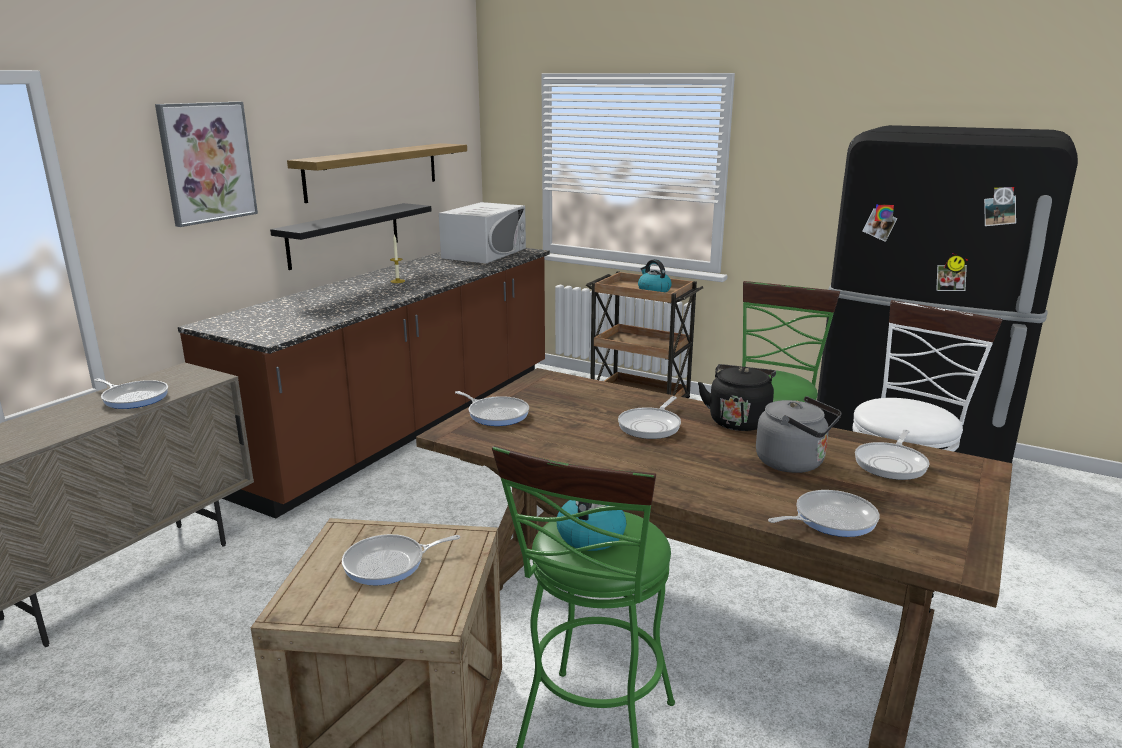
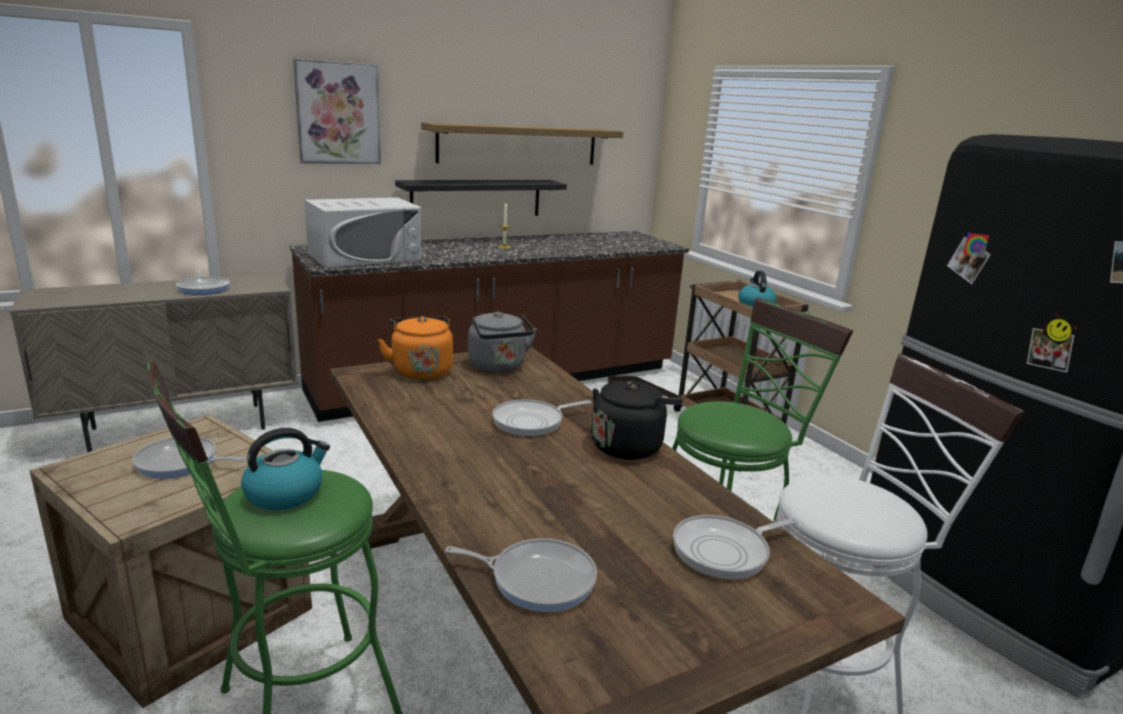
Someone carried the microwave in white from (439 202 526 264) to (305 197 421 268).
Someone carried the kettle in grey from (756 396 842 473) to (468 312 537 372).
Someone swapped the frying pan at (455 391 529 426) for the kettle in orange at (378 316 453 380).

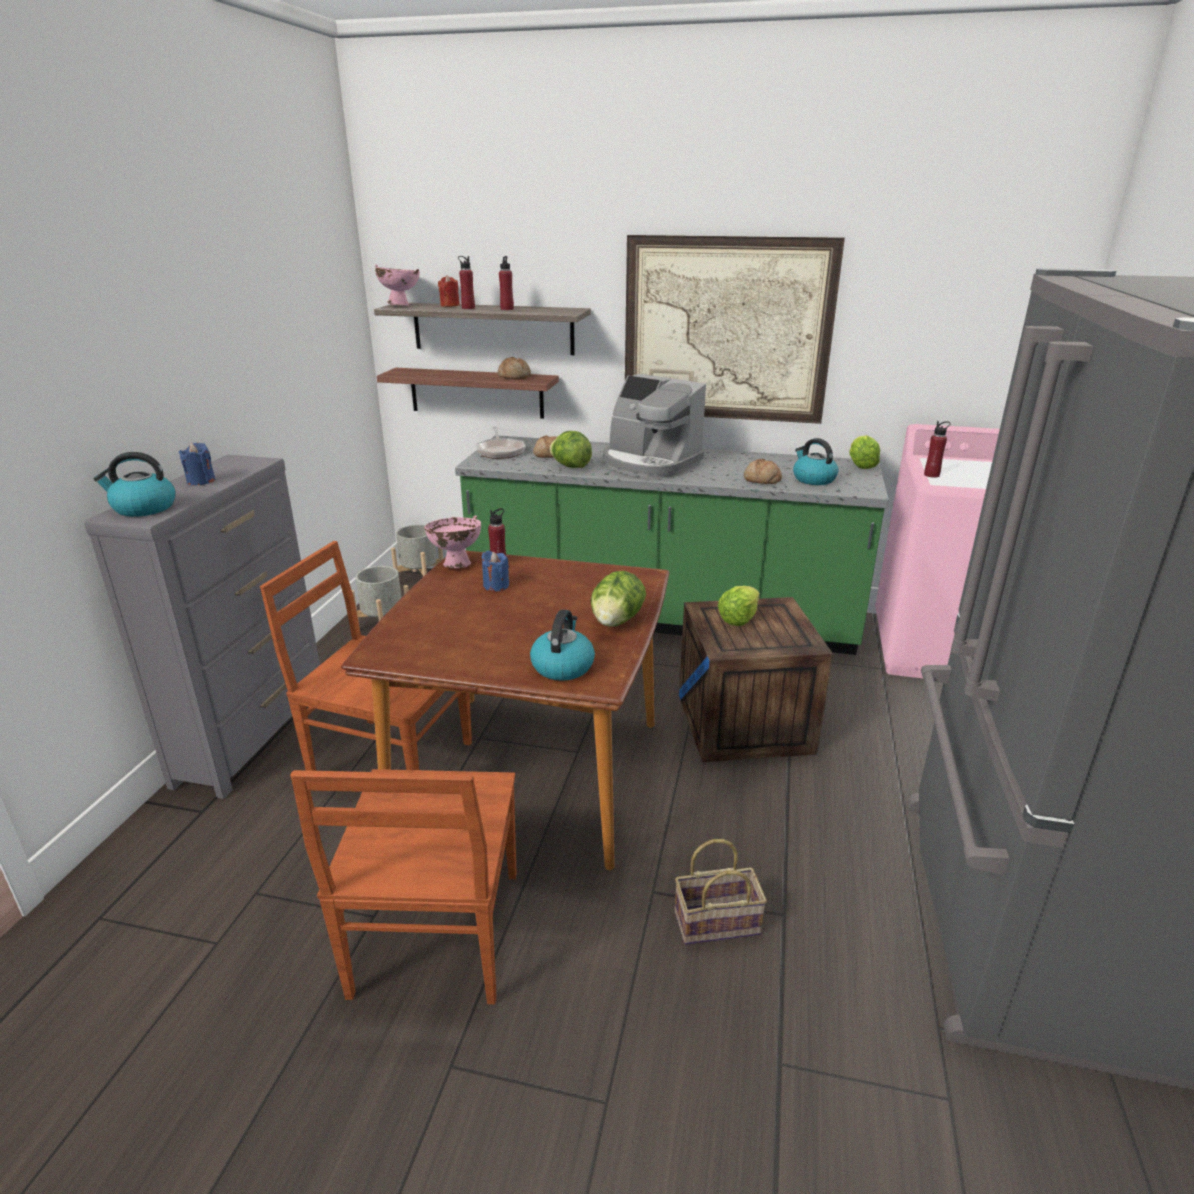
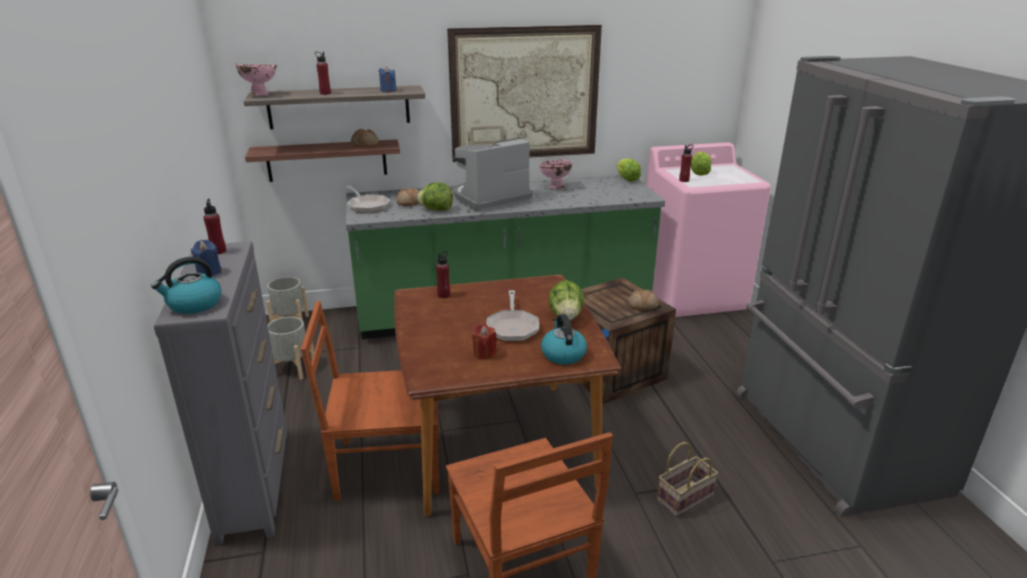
Someone took away the kettle at (793 438 838 485).
Someone put down the frying pan at (486 290 539 341).
Someone carried the bowl in pink from (425 515 481 568) to (539 158 572 189).
Someone carried the candle in red from (438 275 460 307) to (472 323 497 360).
Someone carried the candle in blue from (481 551 509 592) to (379 67 396 92).
Someone carried the bottle in red from (499 256 514 310) to (203 199 226 254).
Someone carried the lettuce from (718 586 760 626) to (691 152 711 176).
Someone carried the bread from (744 459 782 484) to (629 288 658 310).
Someone rotated the coffee machine at (603 374 706 478) by 135 degrees clockwise.

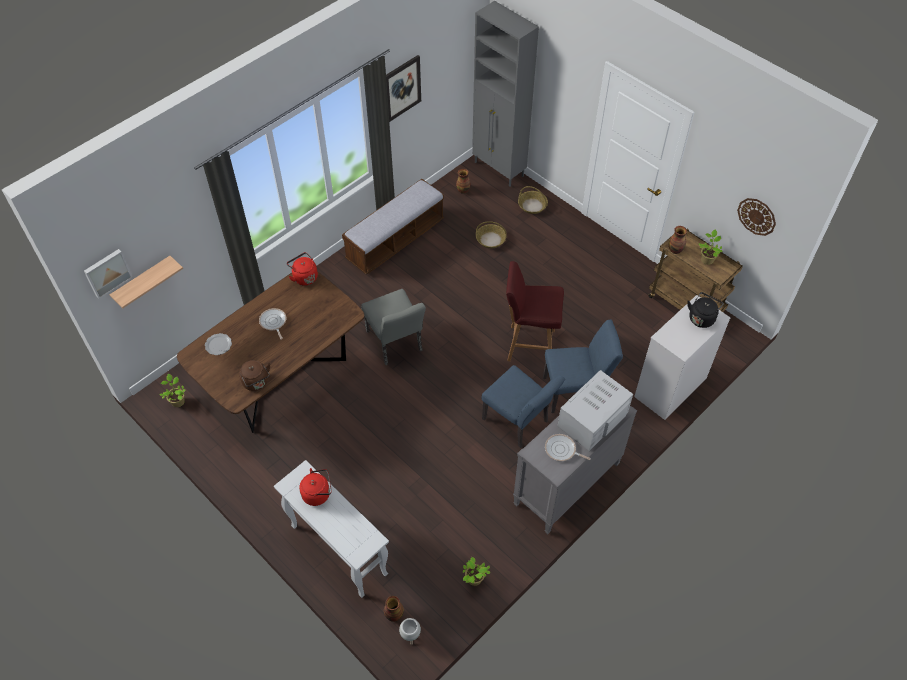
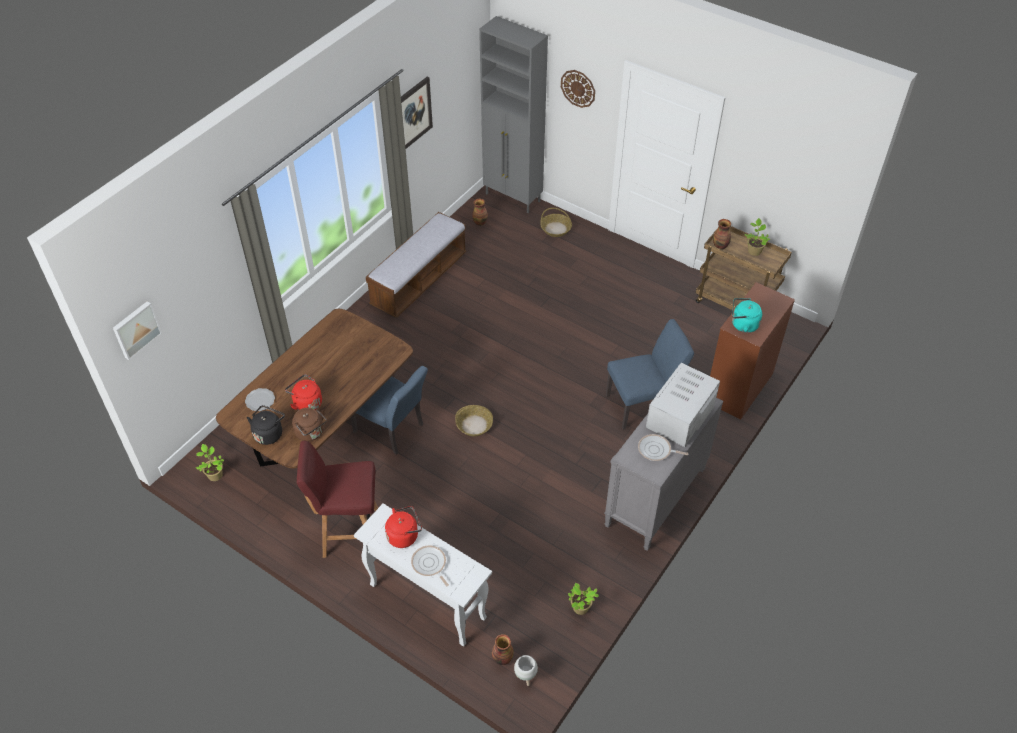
Someone took away the shelf at (110 256 183 308).
Someone took away the chair in grey at (361 289 426 365).
Someone put down the kettle in turquoise at (732 298 762 333).
Someone carried the frying pan from (259 308 286 340) to (411 545 449 587).
Someone carried the kettle in red from (287 252 318 286) to (285 374 322 410).
Someone carried the basket from (476 221 507 249) to (455 405 493 436).
Someone carried the chair in blue from (481 365 565 448) to (351 366 428 455).
Someone carried the stool in red from (506 261 564 361) to (297 441 378 558).
Someone carried the kettle in black from (687 292 724 328) to (247 405 285 445).
Someone carried the wall clock from (737 198 776 236) to (561 70 595 108).
Someone repainted the dresser in white at (634 295 730 420), which became the dresser in brown at (710 282 795 420).

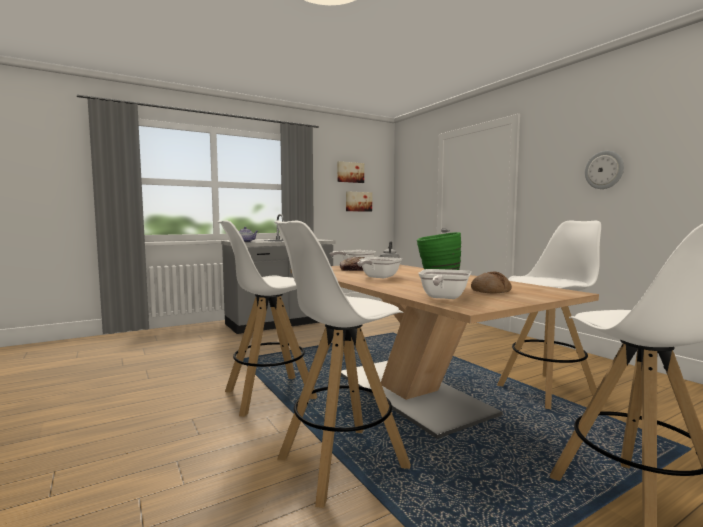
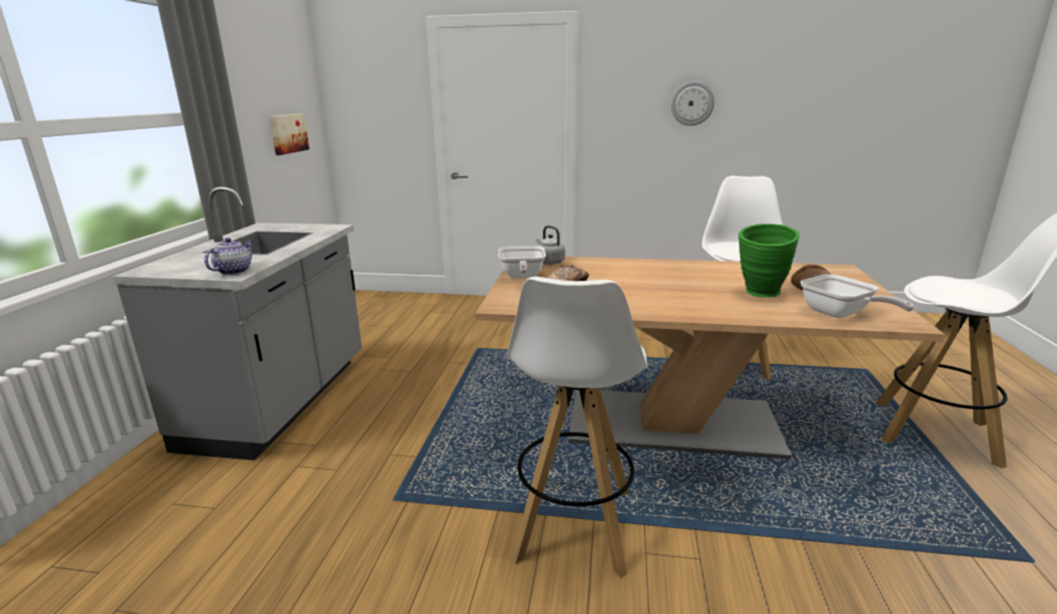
Someone took away the stool in white at (274 221 411 508).
Someone took away the picture at (337 161 364 183).
Someone took away the frying pan at (357 257 402 278).

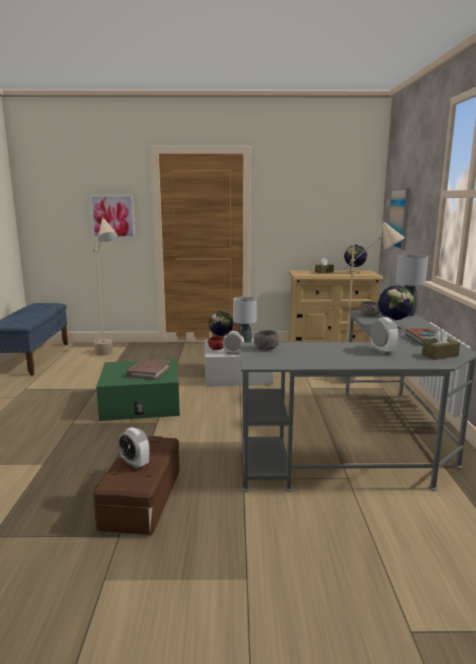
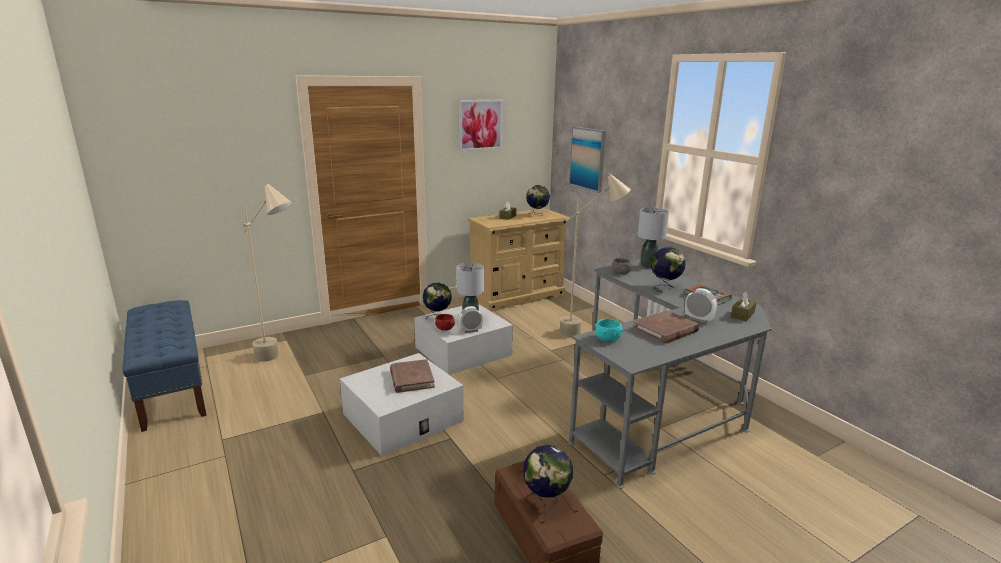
Someone put down the book in brown at (633 310 700 343).
Someone carried the picture from (89 195 135 238) to (458 100 503 151).
Someone swapped the alarm clock at (118 427 149 469) for the globe at (523 445 573 509).
Someone repainted the storage box in green at (96 359 180 421), which became the storage box in white at (340 353 464 456).
Someone repainted the bowl in grey at (253 330 279 350), which became the bowl in turquoise at (595 319 623 342).

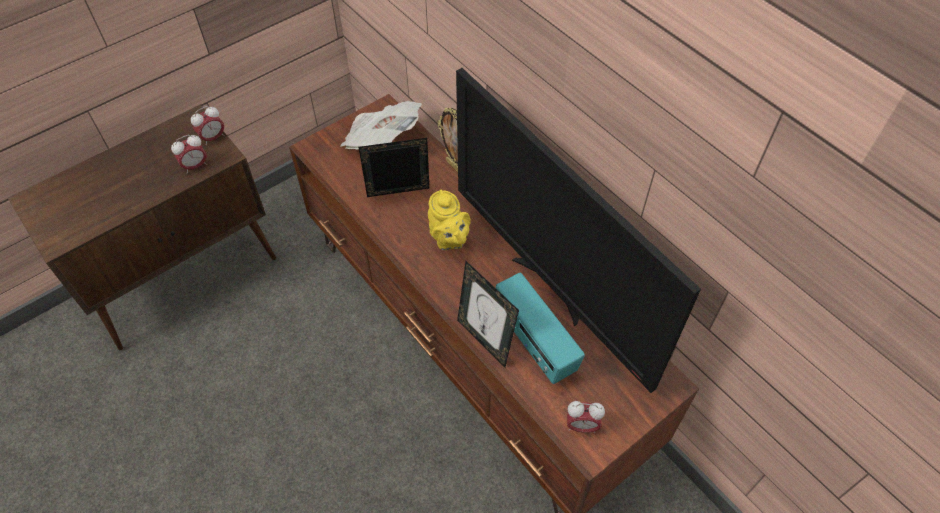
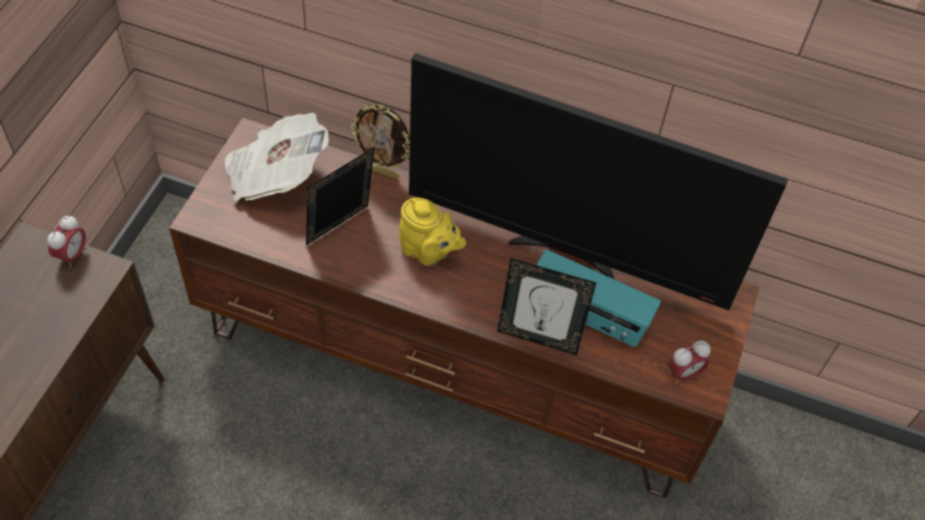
Someone took away the alarm clock at (171 135 207 173).

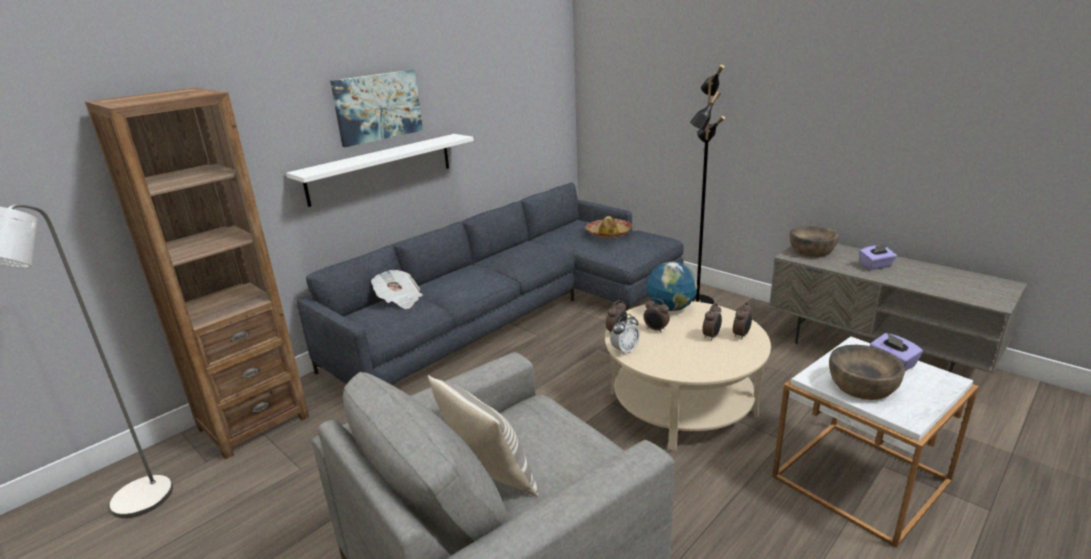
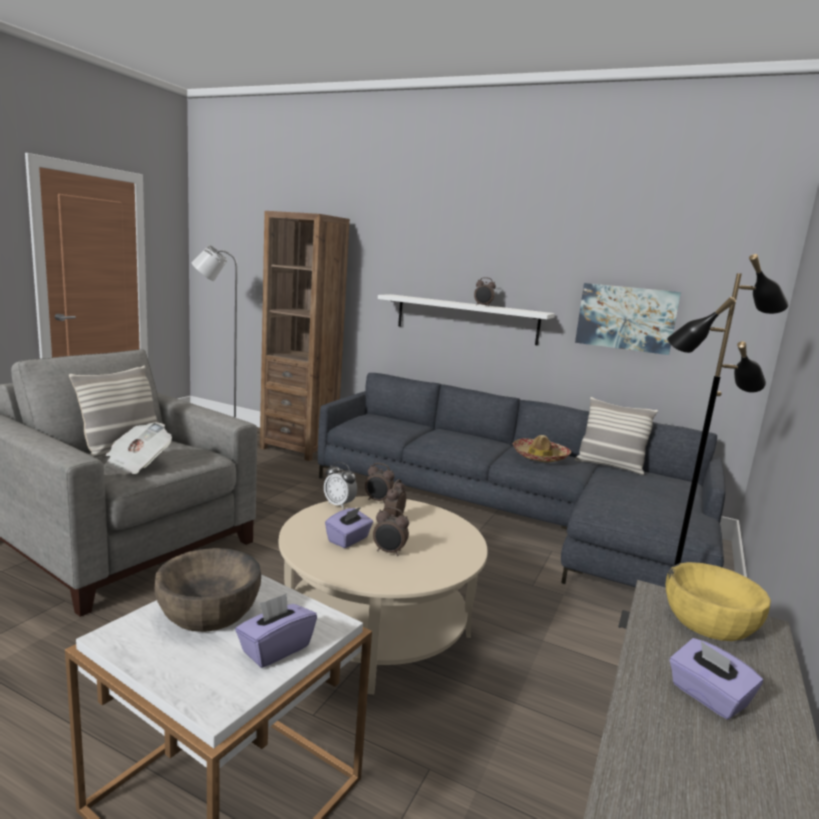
Someone took away the globe at (647 262 697 311).
Someone put down the tissue box in purple at (325 507 373 548).
Someone put down the pillow at (575 397 658 475).
Someone carried the picture from (330 70 423 147) to (575 283 681 355).
Someone carried the newspaper from (371 270 423 309) to (104 422 172 475).
Someone carried the hat from (585 216 632 238) to (513 435 571 463).
Someone carried the alarm clock from (733 302 752 340) to (474 277 496 307).
Someone repainted the bowl in brown at (790 226 839 257), which became the bowl in yellow at (665 562 771 641).

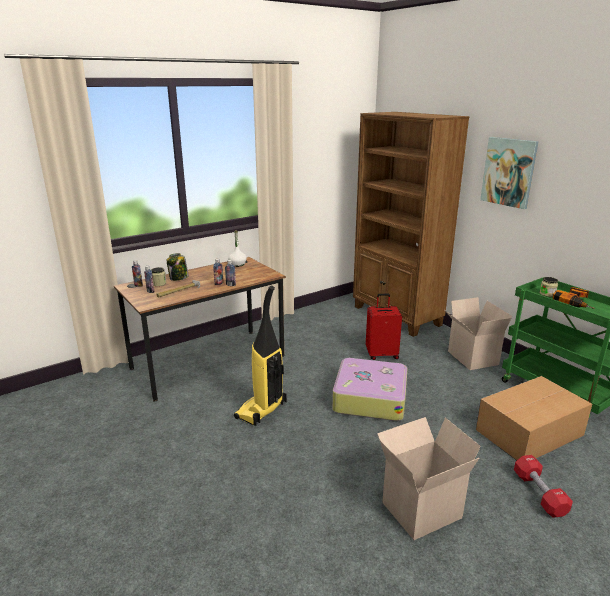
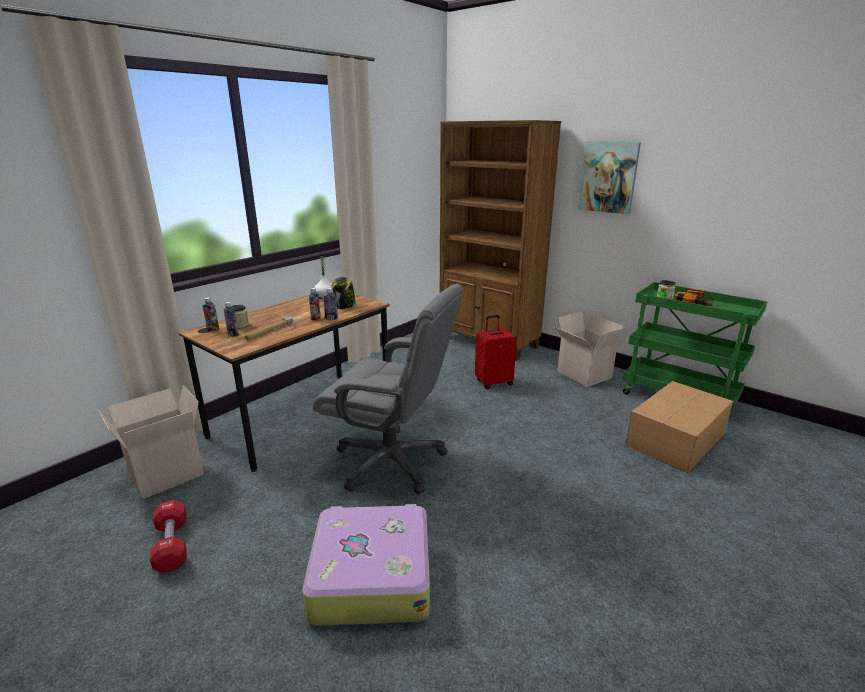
Someone carried the jar from (167 253 189 281) to (332 277 356 309).
Someone carried the suitcase from (332 358 408 421) to (302 504 430 626).
Someone carried the cardboard box from (377 417 481 540) to (99 385 204 499).
Someone carried the dumbbell in red from (514 455 573 518) to (150 500 187 573).
Someone swapped the vacuum cleaner at (234 286 287 426) for the office chair in grey at (312 284 463 494).

